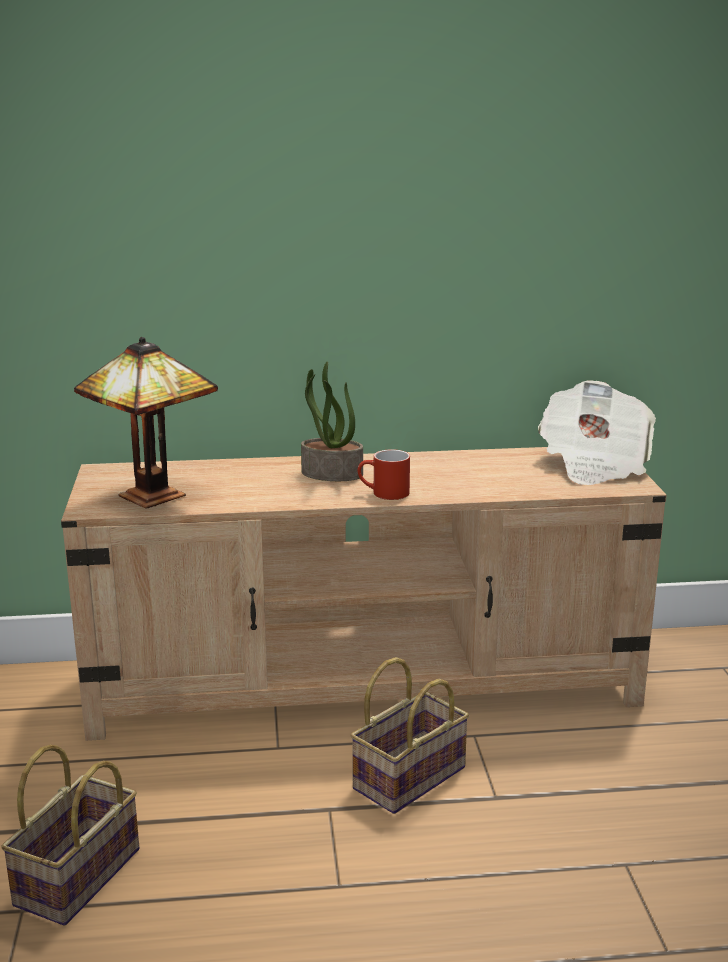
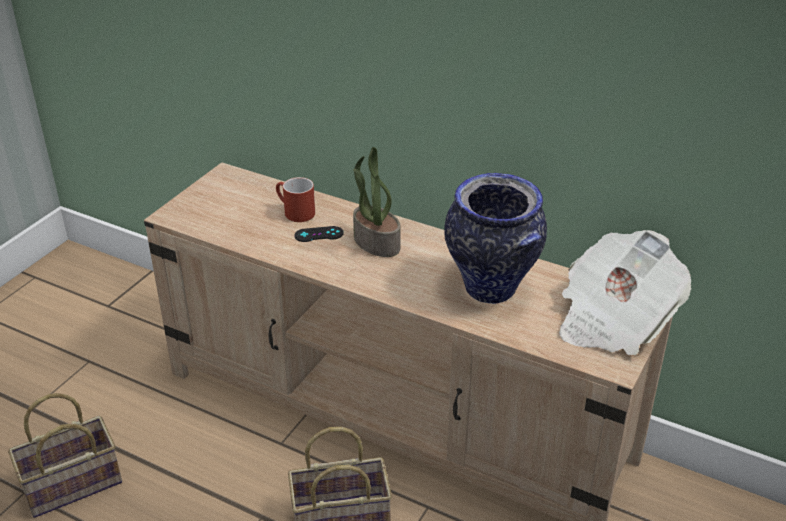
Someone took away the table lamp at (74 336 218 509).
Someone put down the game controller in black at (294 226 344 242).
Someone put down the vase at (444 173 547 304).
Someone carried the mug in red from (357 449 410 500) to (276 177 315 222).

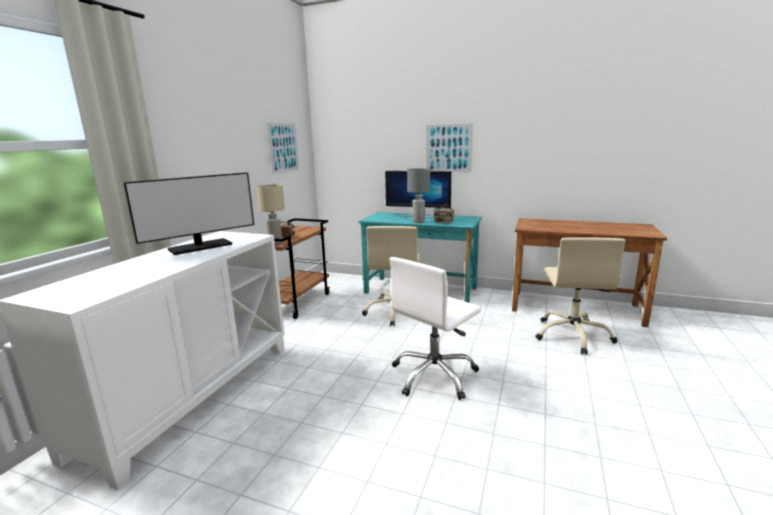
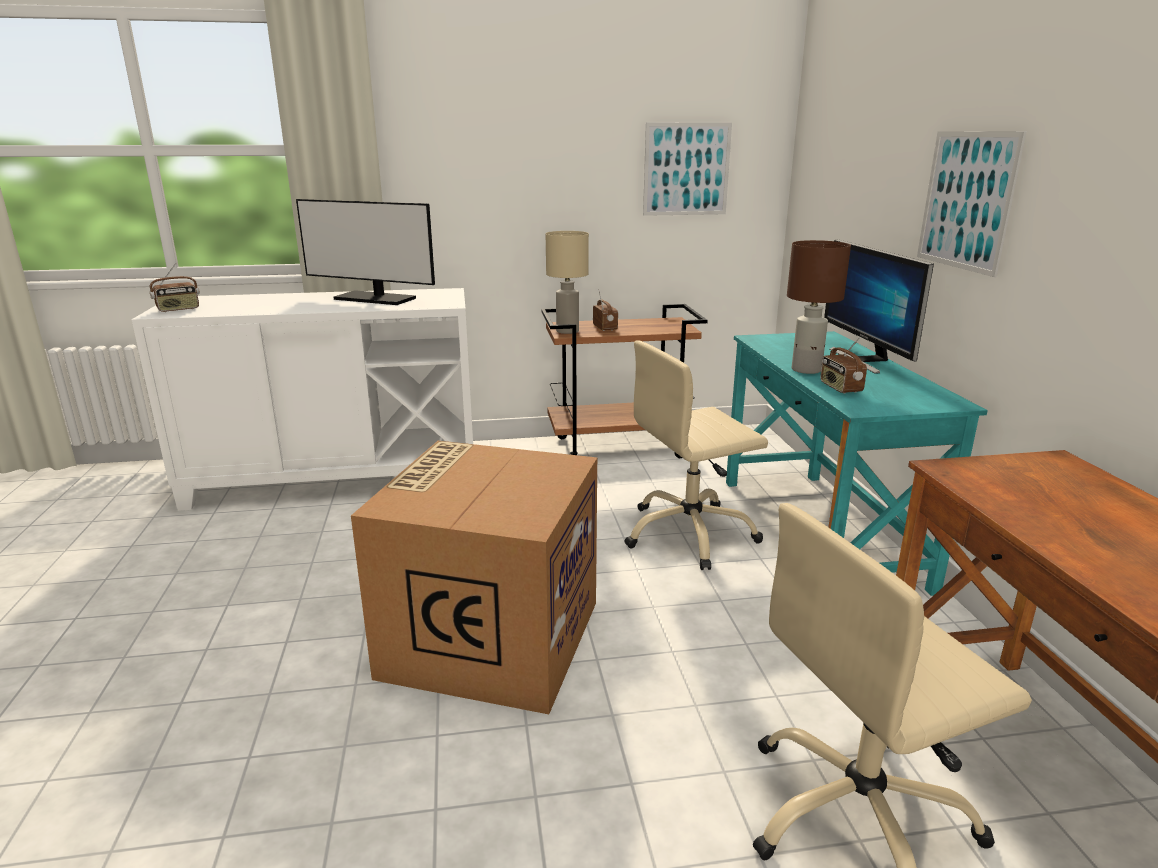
Someone put down the radio at (150 263 200 312).
Someone swapped the office chair in white at (390 257 481 400) for the cardboard box at (351 441 597 714).
Someone repainted the table lamp in grey at (407 168 430 223), which became the table lamp in brown at (787 240 851 374).

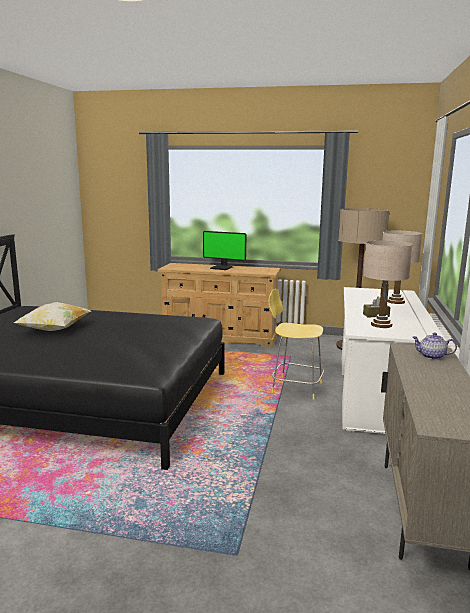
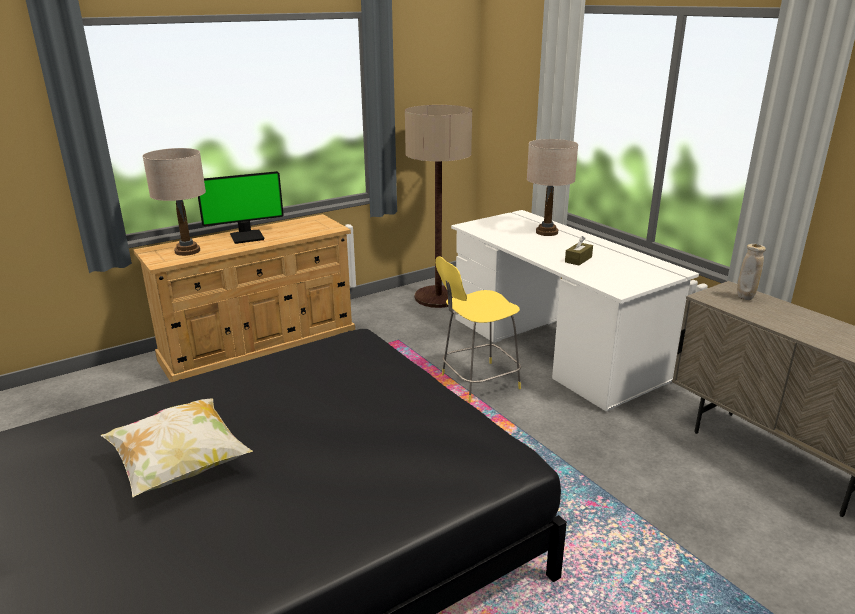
Someone carried the table lamp in beige from (363 240 413 328) to (142 148 206 256).
Someone swapped the teapot at (412 333 457 360) for the vase in beige at (737 244 766 300).

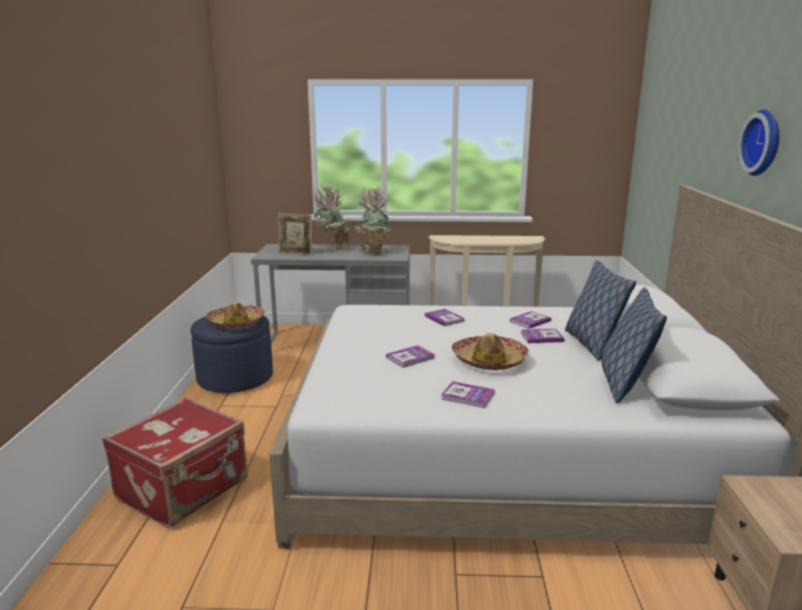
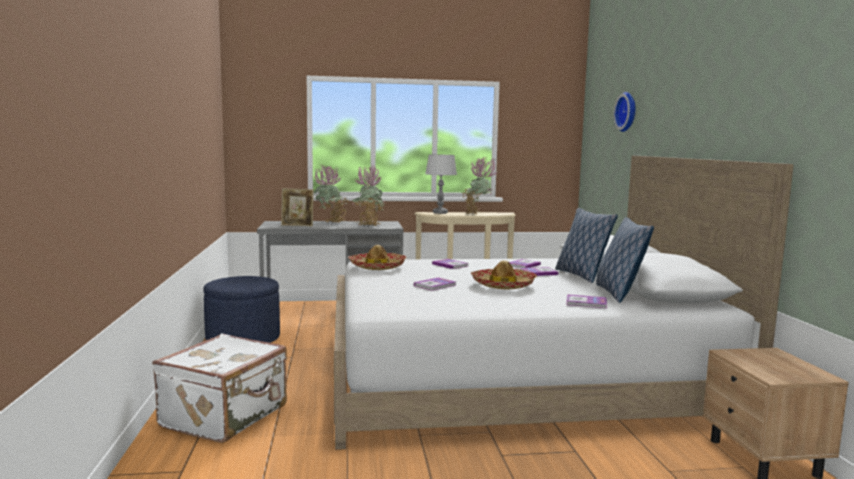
Someone put down the table lamp in grey at (425 154 457 214).
Someone put down the potted plant at (463 157 497 214).
Someone carried the hat from (207 302 265 329) to (348 245 406 270).
Someone carried the book from (441 381 495 408) to (566 294 607 308).
Someone carried the wall clock from (738 109 780 176) to (613 92 635 132).
Someone repainted the suitcase in red at (102 398 248 528), which became the suitcase in white at (152 334 287 443).

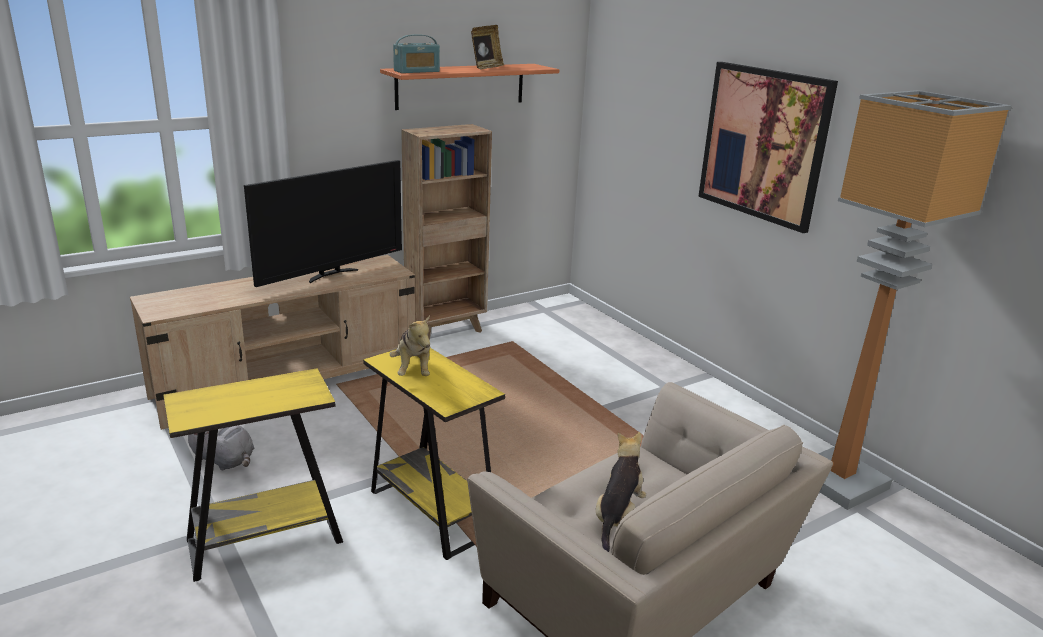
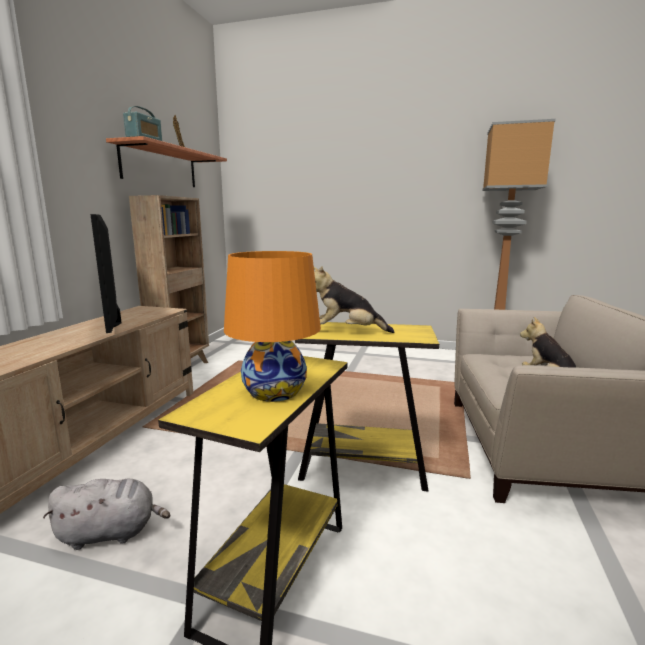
Someone took away the picture at (698 62 838 233).
Someone put down the table lamp in orange at (224 251 321 402).
Someone rotated the television at (244 160 402 287) by 150 degrees clockwise.
Someone rotated the plush toy at (390 315 430 376) by 150 degrees clockwise.

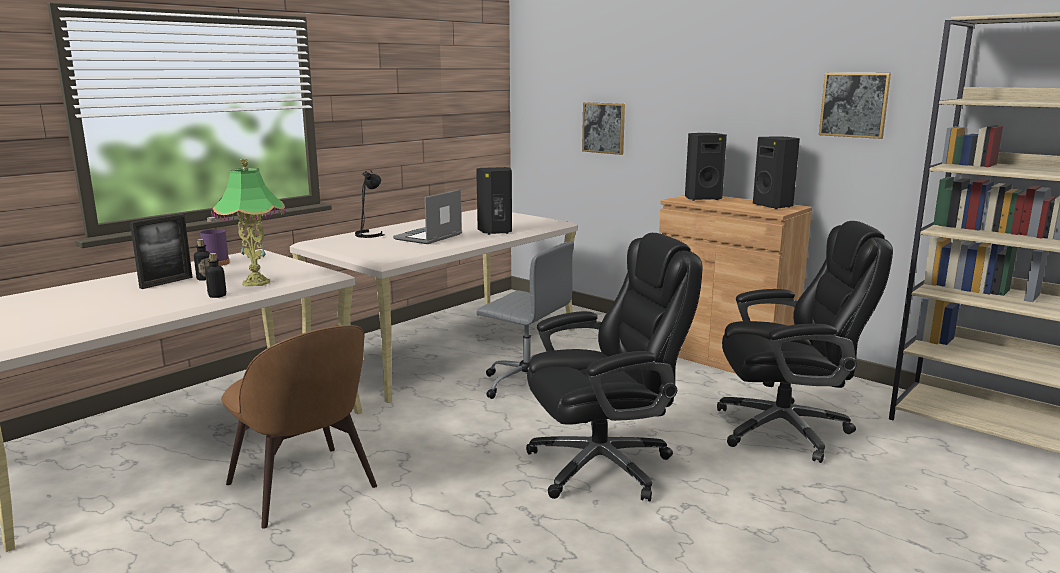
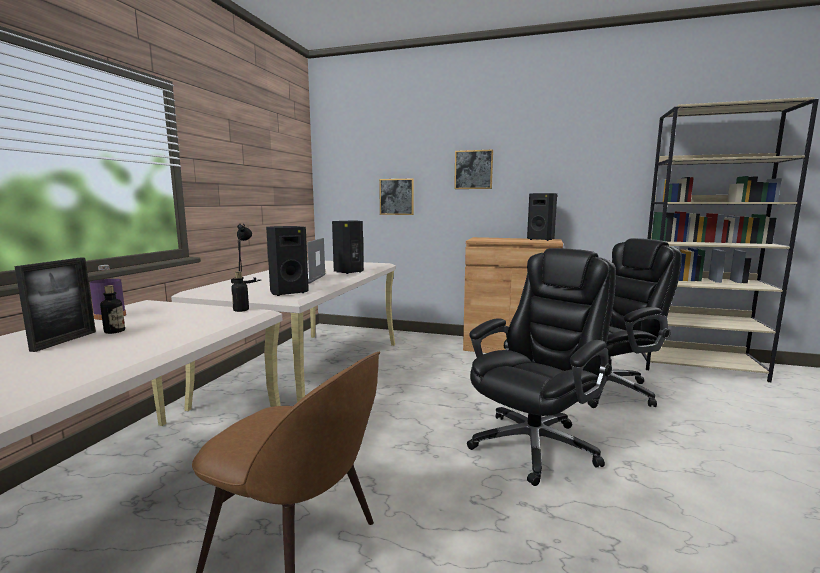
Someone took away the table lamp at (211 159 286 286).
Someone took away the office chair in grey at (476 241 574 399).
Someone carried the bottle from (205 253 226 298) to (231 271 249 312).
Someone carried the speaker in black from (685 133 727 201) to (266 226 309 296).
Someone carried the picture from (819 73 891 139) to (454 149 493 189).

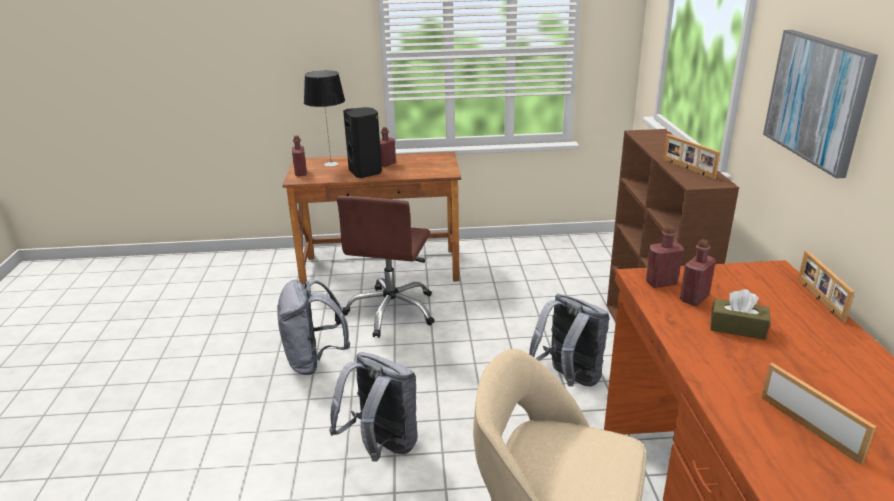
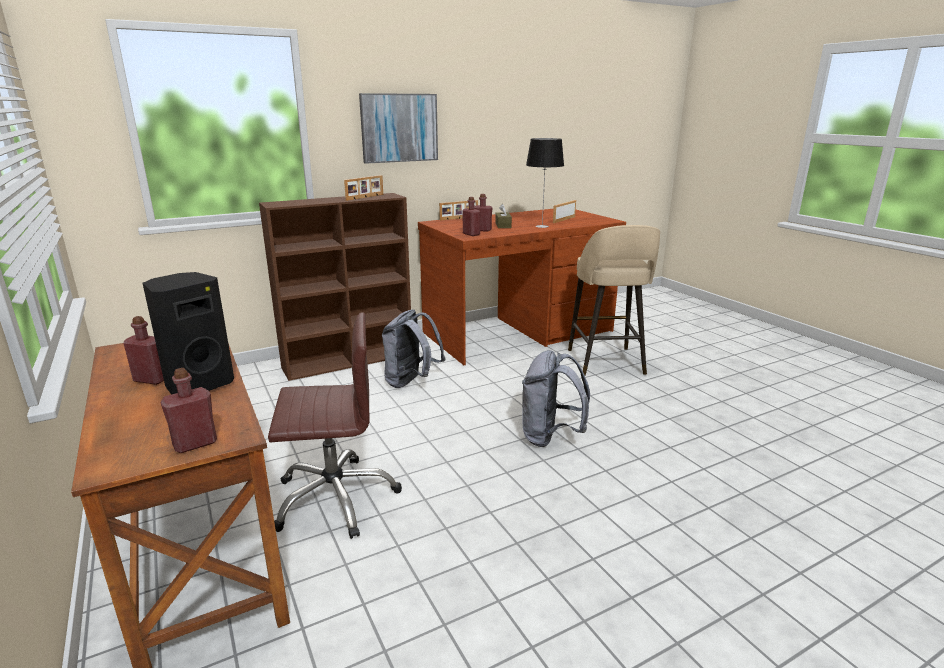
Someone took away the backpack in grey at (277 279 350 375).
Someone carried the table lamp from (304 70 345 167) to (526 138 564 228).

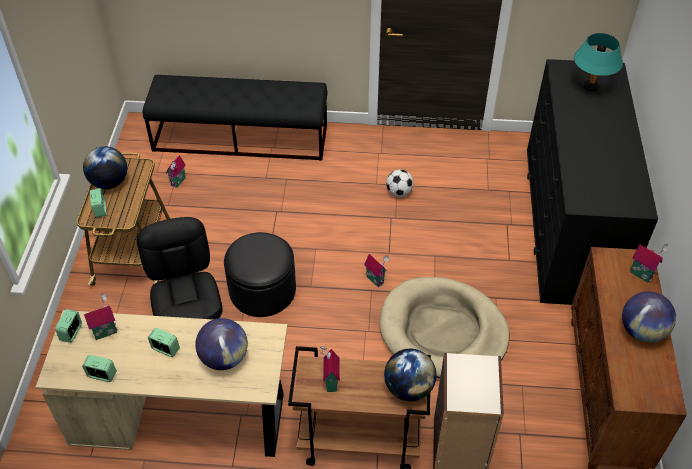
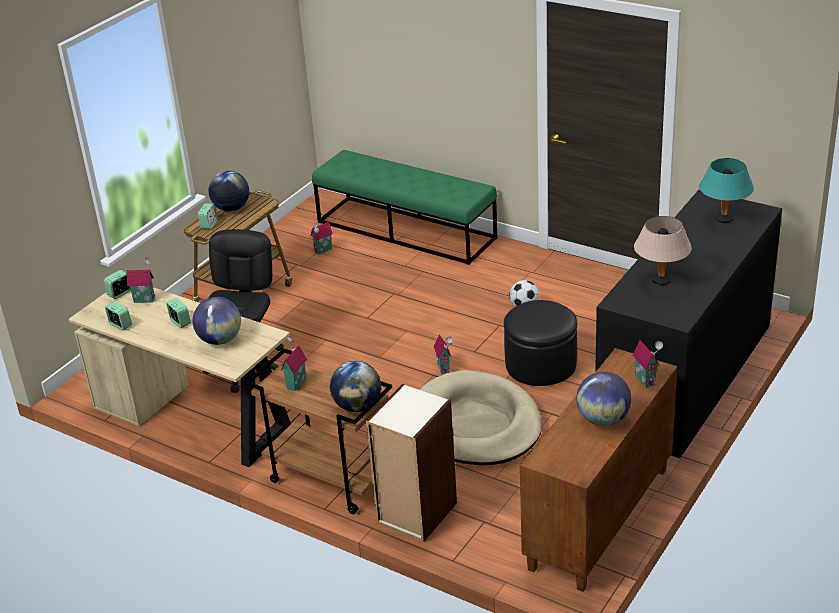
Someone put down the table lamp in beige at (634 216 692 285).
Someone carried the ottoman in black from (224 232 296 317) to (504 300 577 386).
Someone repainted the bench in black at (143 75 328 161), which became the bench in green at (312 150 497 265).

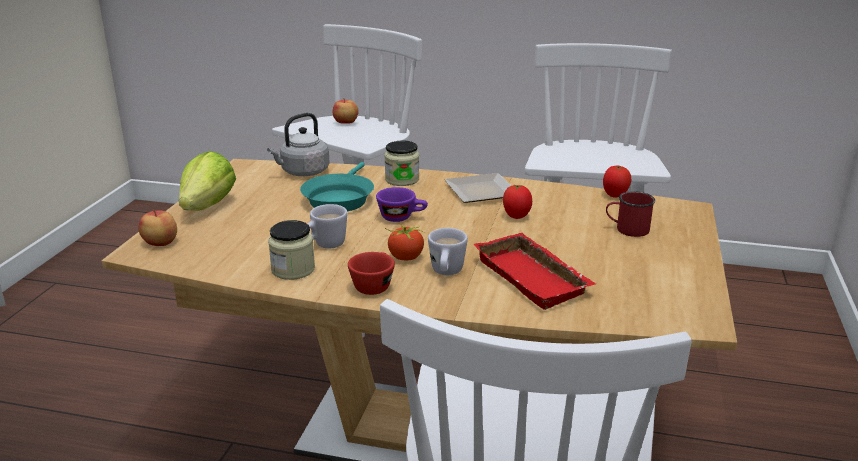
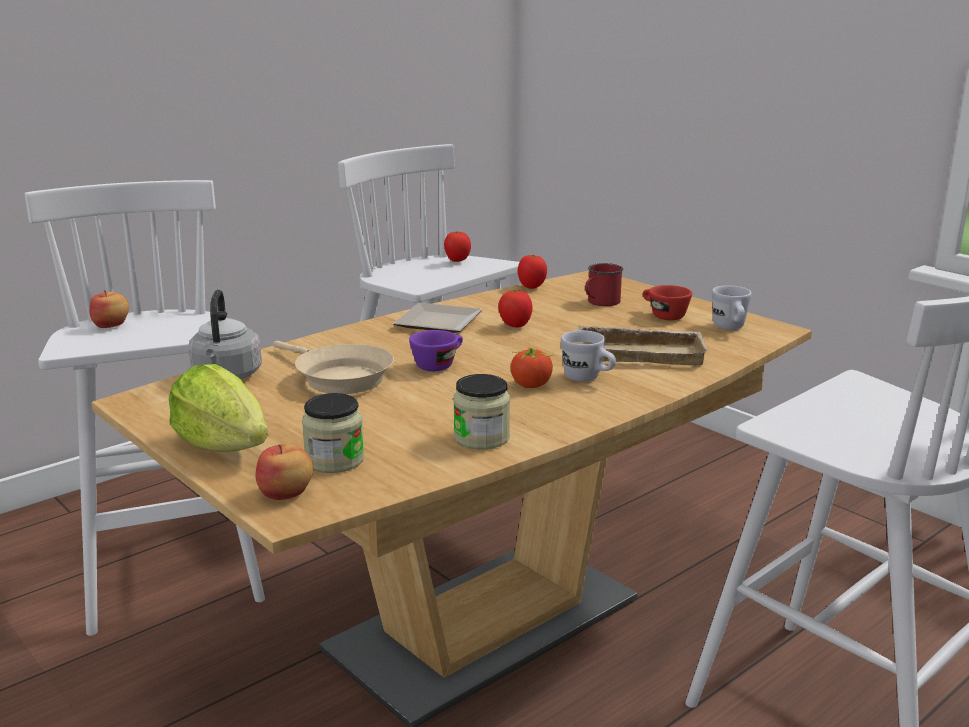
Someone put down the tomato at (444 231 471 262).
Someone carried the mug in white from (307 204 347 248) to (712 285 752 330).
Someone carried the cup in red from (348 252 395 295) to (643 285 692 320).
Someone carried the jar from (384 141 419 186) to (302 393 364 473).
Someone repainted the frying pan in turquoise at (300 162 374 211), which became the frying pan in beige at (274 341 394 394).
Someone repainted the tray in red at (473 233 596 310), which became the tray in beige at (578 325 708 365).

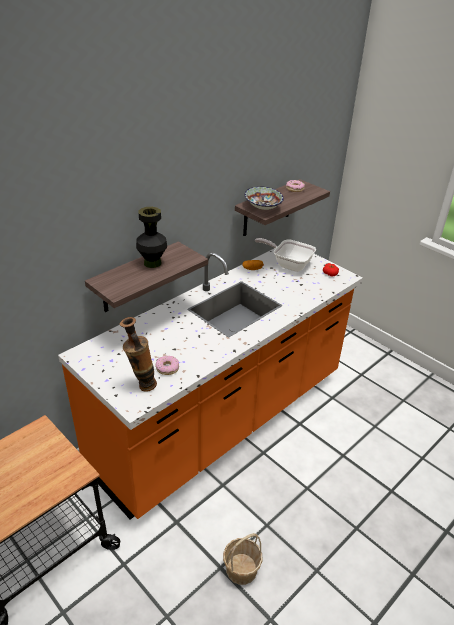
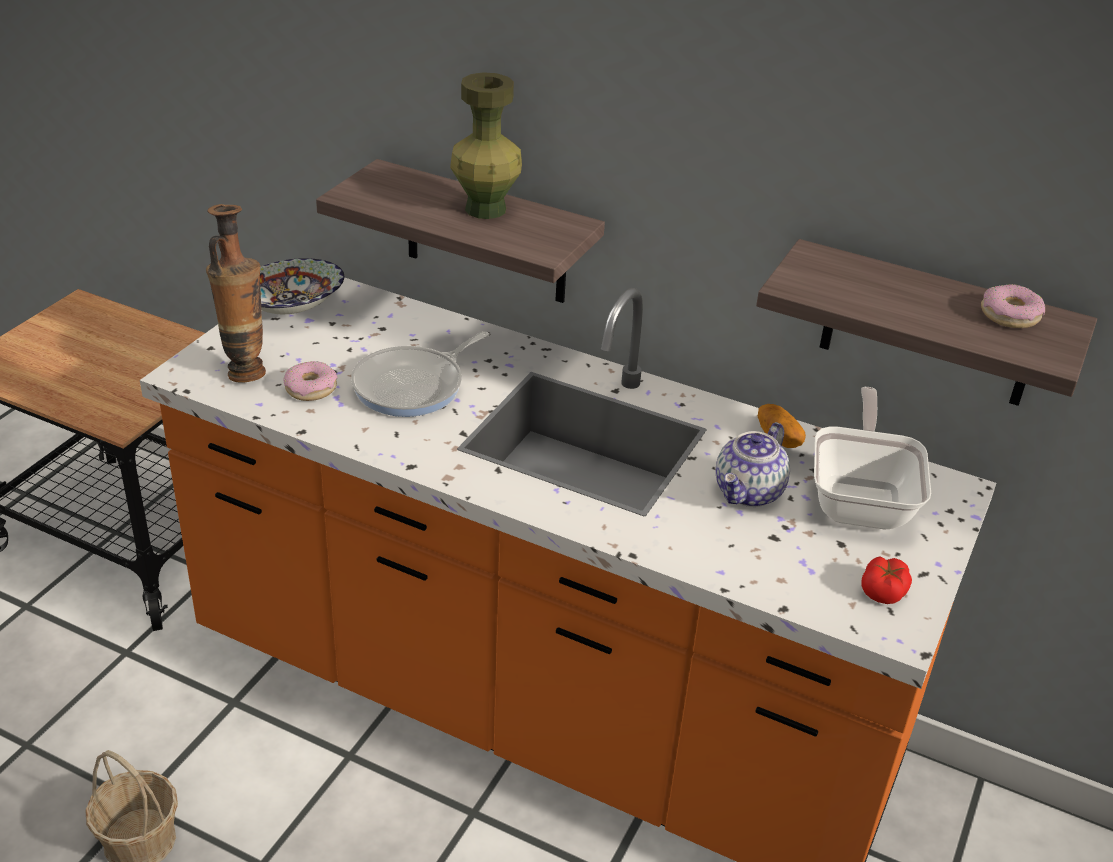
Someone put down the frying pan at (351 331 489 417).
Someone put down the teapot at (716 422 790 507).
Someone carried the bowl from (245 186 284 210) to (260 258 344 314).
Someone repainted the vase in black at (136 207 167 268), which became the vase in green at (450 72 522 219).

